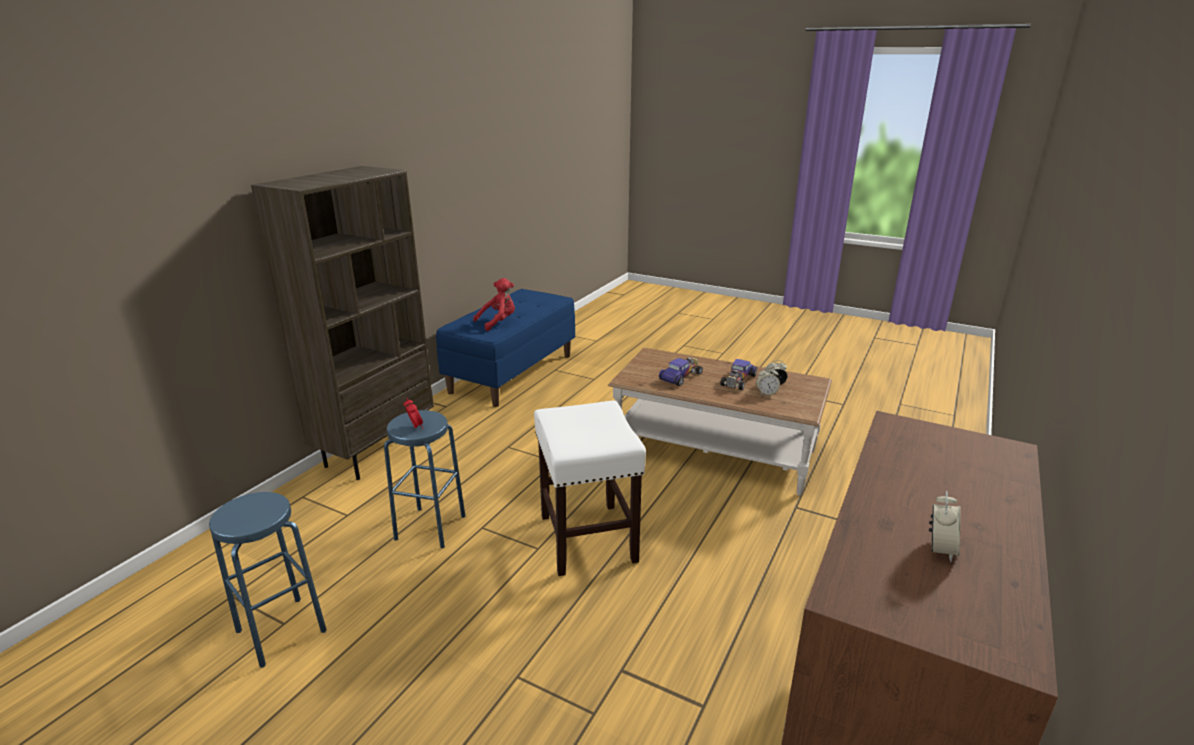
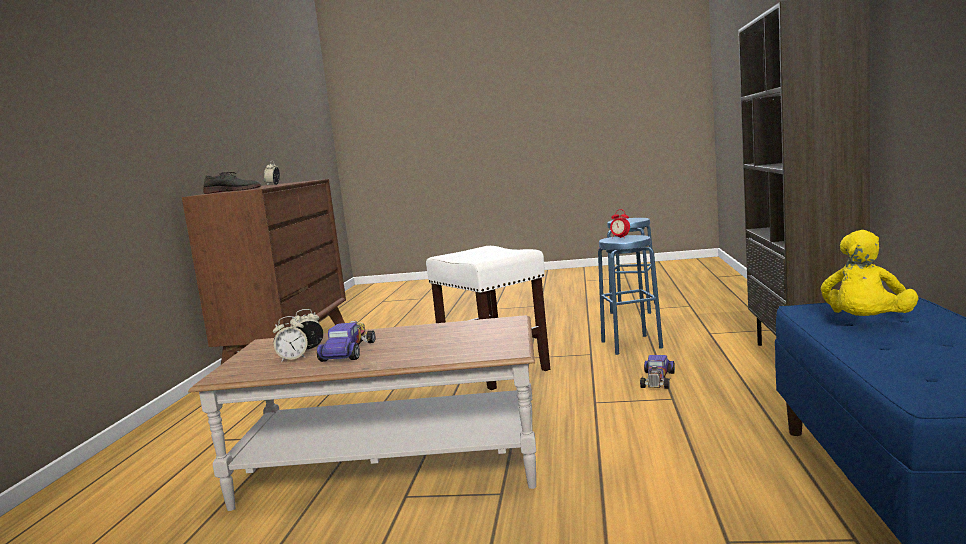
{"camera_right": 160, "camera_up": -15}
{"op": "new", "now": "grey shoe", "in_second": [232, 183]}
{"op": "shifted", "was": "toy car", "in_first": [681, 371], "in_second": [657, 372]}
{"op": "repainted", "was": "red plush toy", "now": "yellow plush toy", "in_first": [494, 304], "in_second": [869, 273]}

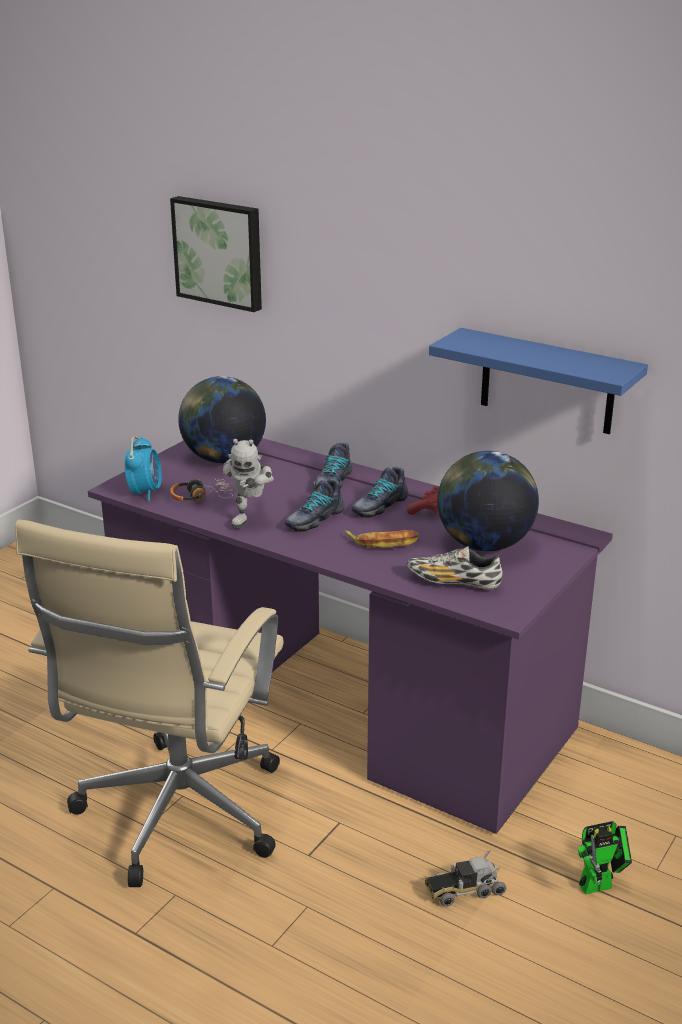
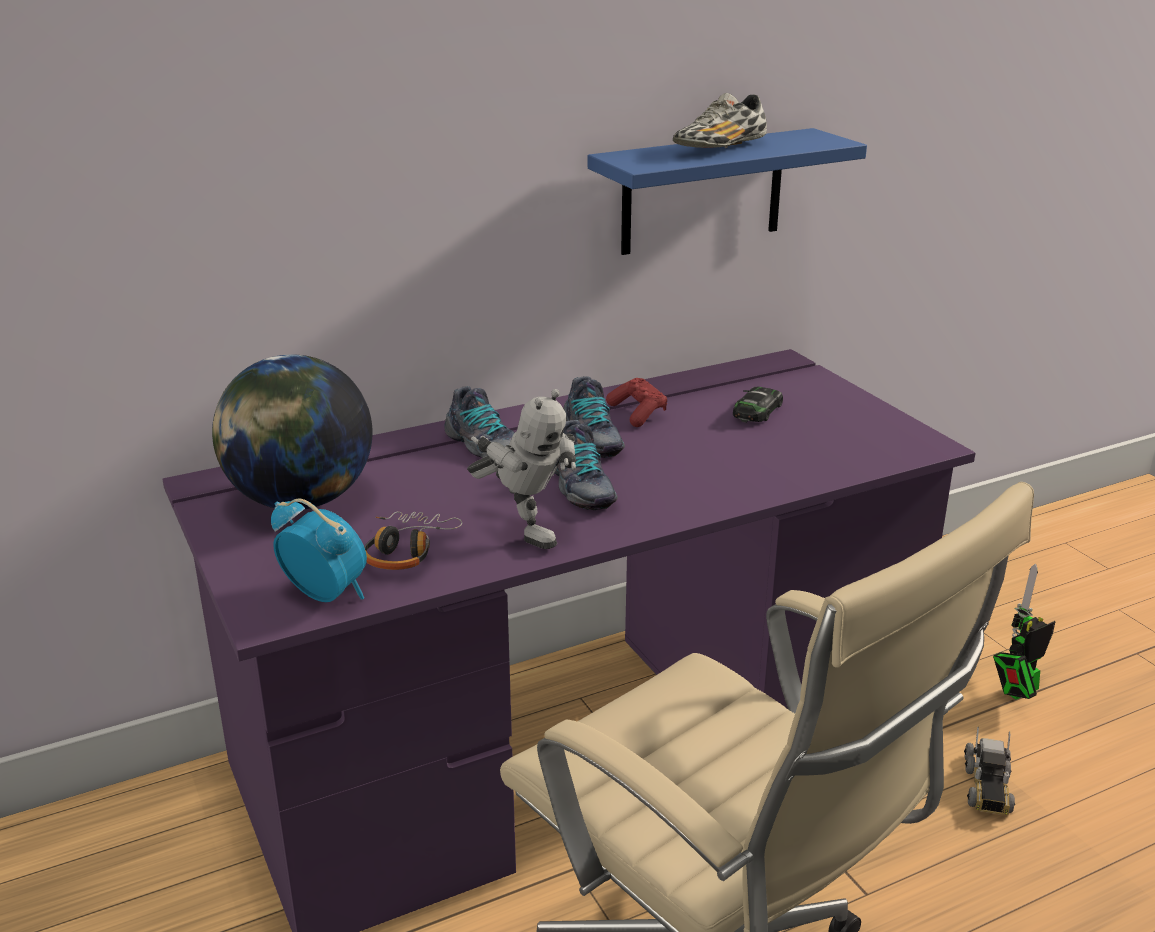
{"camera_right": -60, "camera_up": 0}
{"op": "gone", "was": "picture", "in_first": [216, 254]}
{"op": "gone", "was": "banana", "in_first": [382, 539]}
{"op": "shifted", "was": "shoe", "in_first": [455, 567], "in_second": [720, 120]}
{"op": "swapped", "was": "globe", "now": "toy car", "in_first": [488, 501], "in_second": [758, 405]}
{"op": "rotated", "was": "toy robot", "in_first": [605, 857], "in_second": [1024, 632], "clockwise": -135}

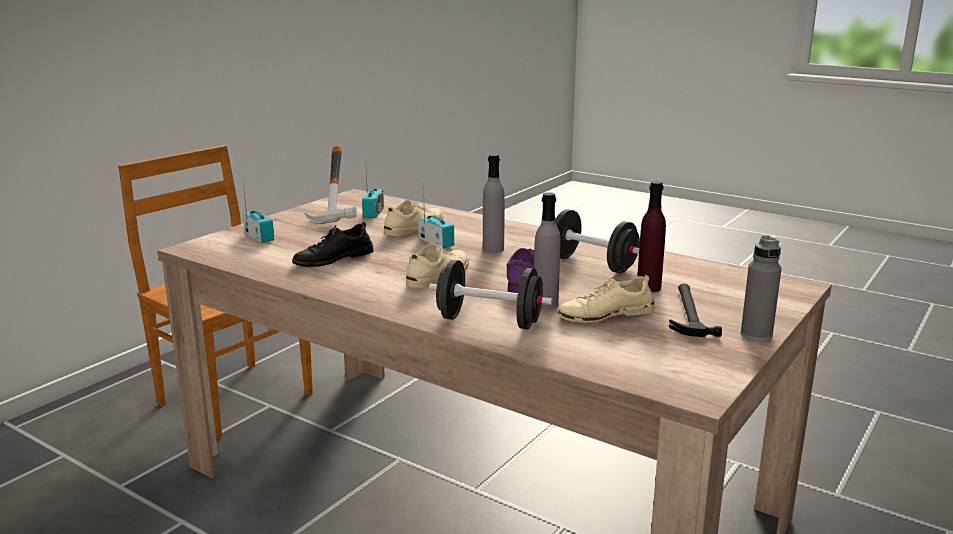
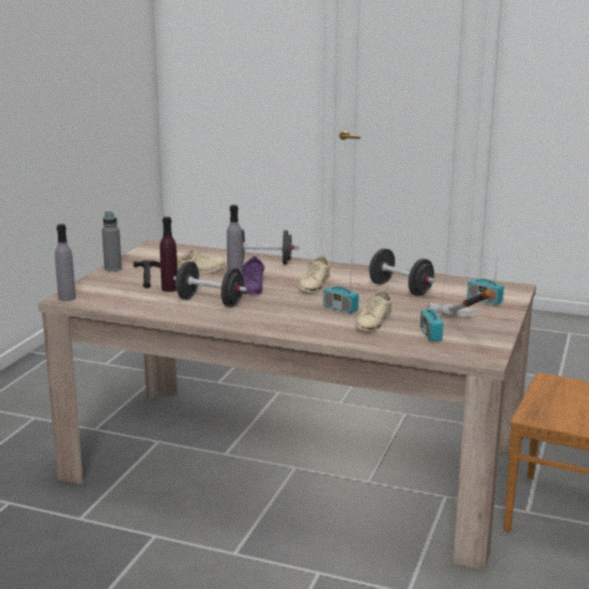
{"camera_right": 165, "camera_up": 0}
{"op": "shifted", "was": "grey bottle", "in_first": [494, 203], "in_second": [65, 262]}
{"op": "swapped", "was": "black shoe", "now": "black dumbbell", "in_first": [333, 244], "in_second": [402, 272]}

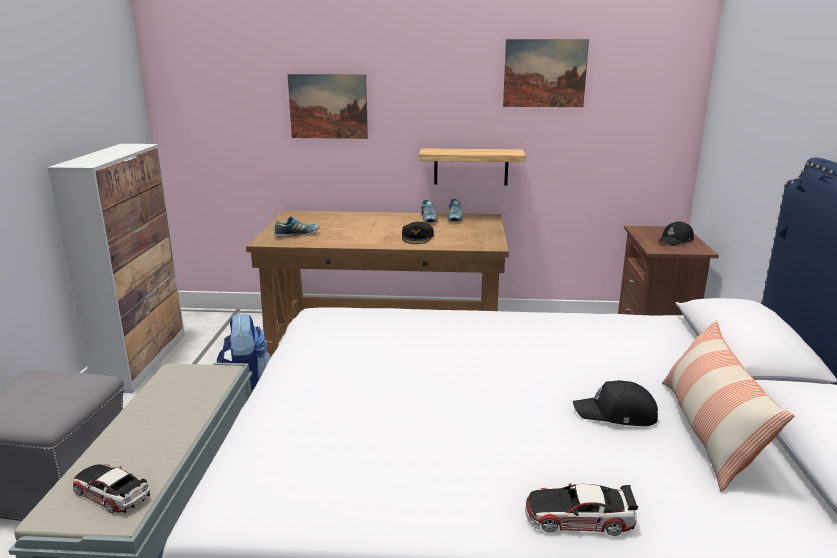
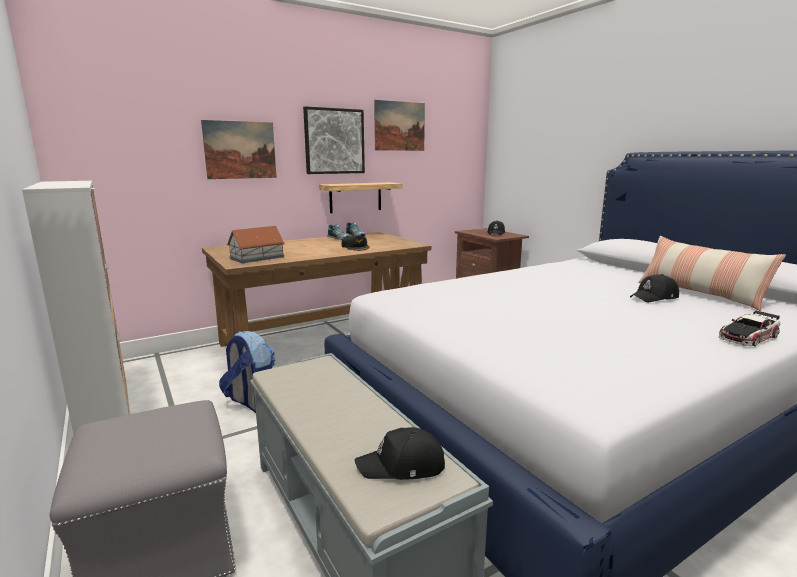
{"camera_right": -35, "camera_up": -5}
{"op": "new", "now": "picture", "in_second": [334, 140]}
{"op": "swapped", "was": "toy car", "now": "black cap", "in_first": [111, 488], "in_second": [400, 453]}
{"op": "swapped", "was": "shoe", "now": "toy house", "in_first": [296, 226], "in_second": [256, 244]}

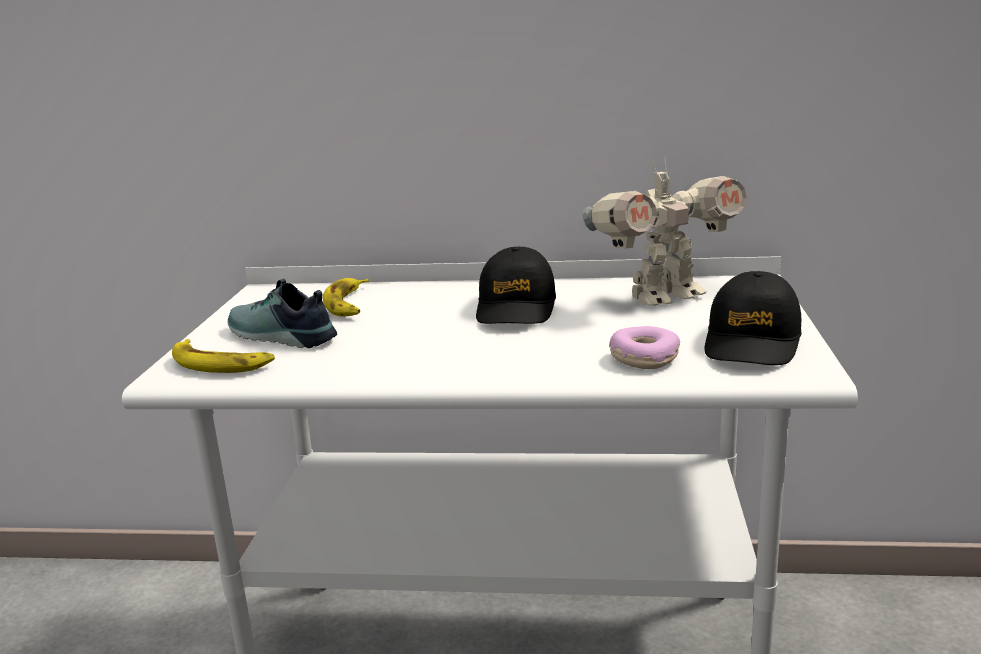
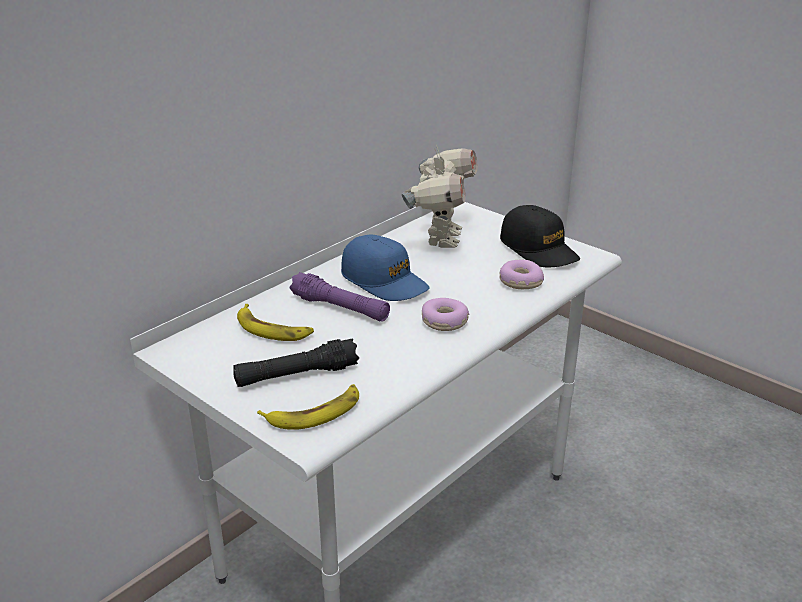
{"camera_right": -55, "camera_up": 10}
{"op": "new", "now": "purple flashlight", "in_second": [339, 297]}
{"op": "new", "now": "donut", "in_second": [446, 314]}
{"op": "swapped", "was": "shoe", "now": "black flashlight", "in_first": [282, 313], "in_second": [296, 362]}
{"op": "repainted", "was": "black cap", "now": "blue cap", "in_first": [516, 285], "in_second": [385, 268]}

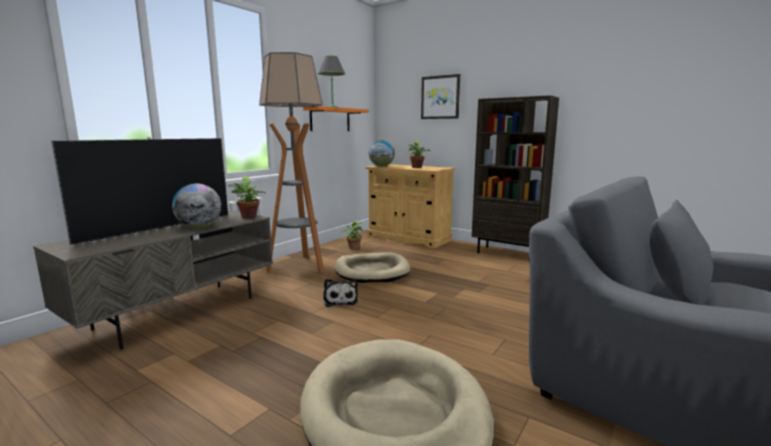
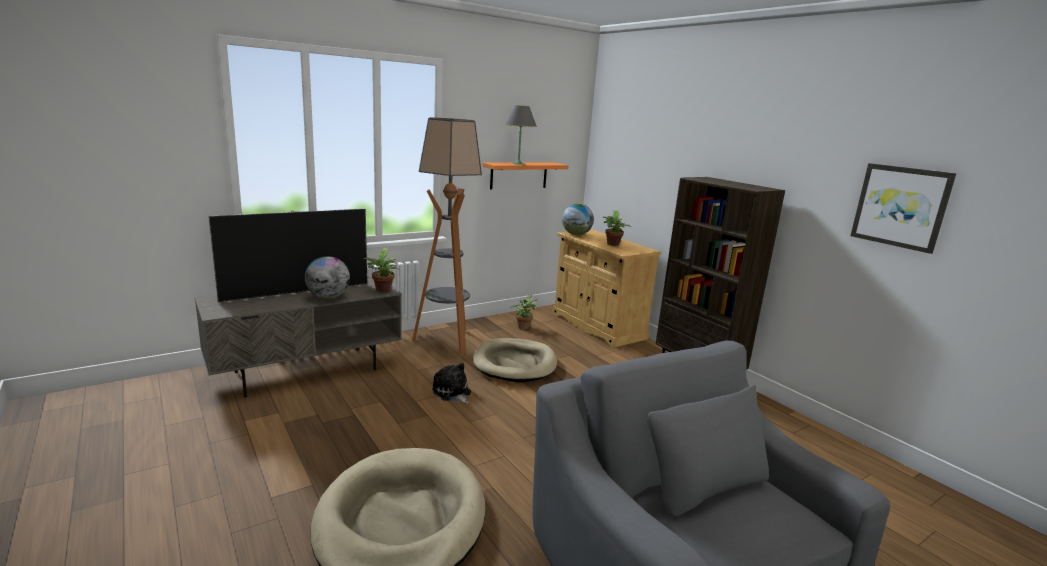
{"camera_right": 20, "camera_up": 5}
{"op": "shifted", "was": "picture", "in_first": [440, 96], "in_second": [903, 208]}
{"op": "rotated", "was": "plush toy", "in_first": [340, 293], "in_second": [452, 383], "clockwise": 135}

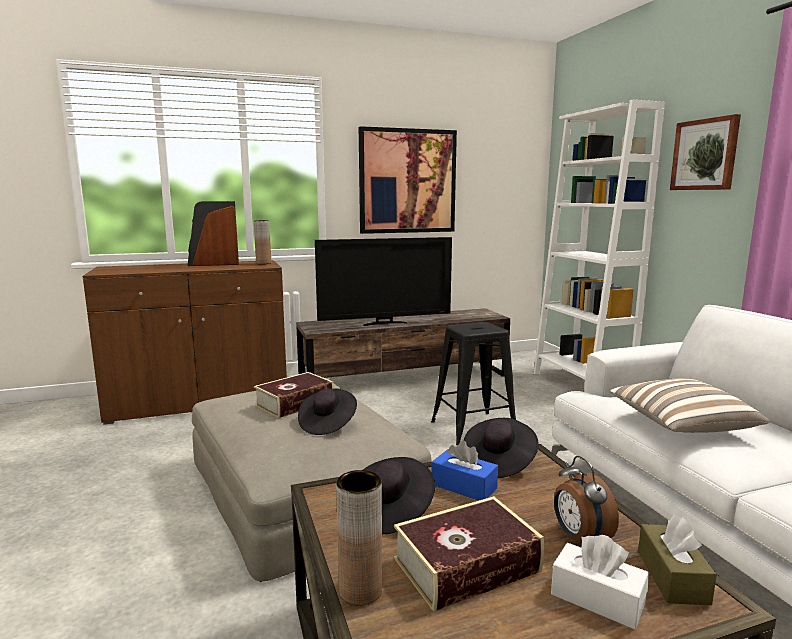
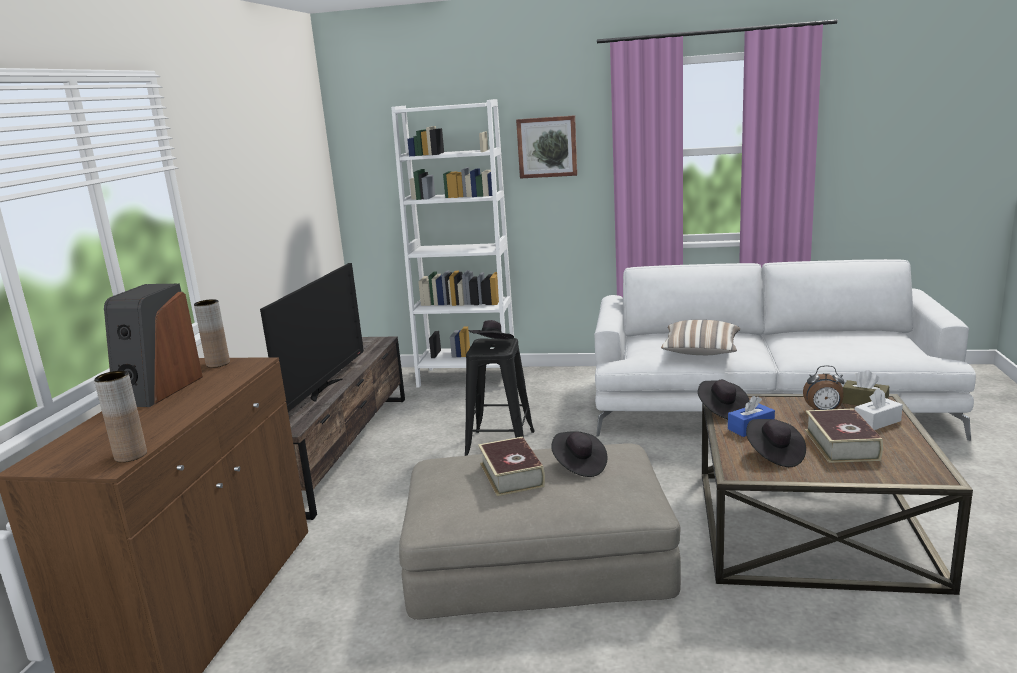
{"camera_right": -60, "camera_up": 5}
{"op": "gone", "was": "picture", "in_first": [408, 180]}
{"op": "new", "now": "black hat", "in_second": [491, 330]}
{"op": "shifted", "was": "brown vase", "in_first": [359, 538], "in_second": [120, 416]}

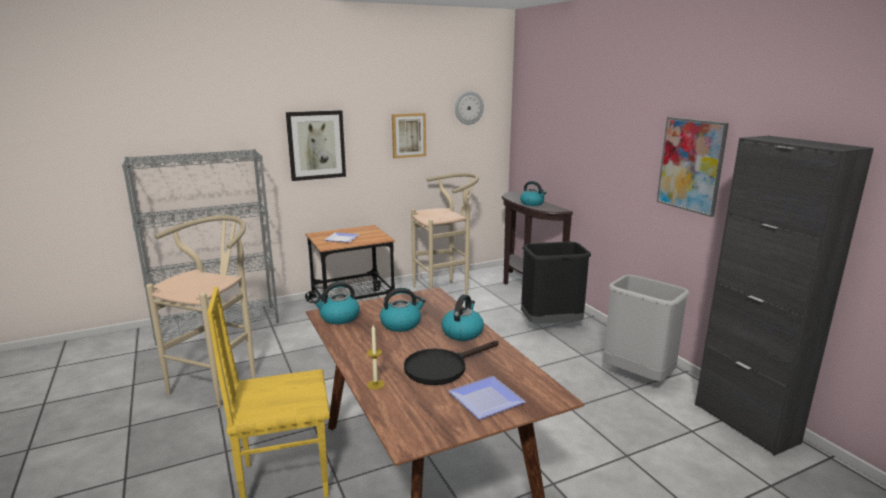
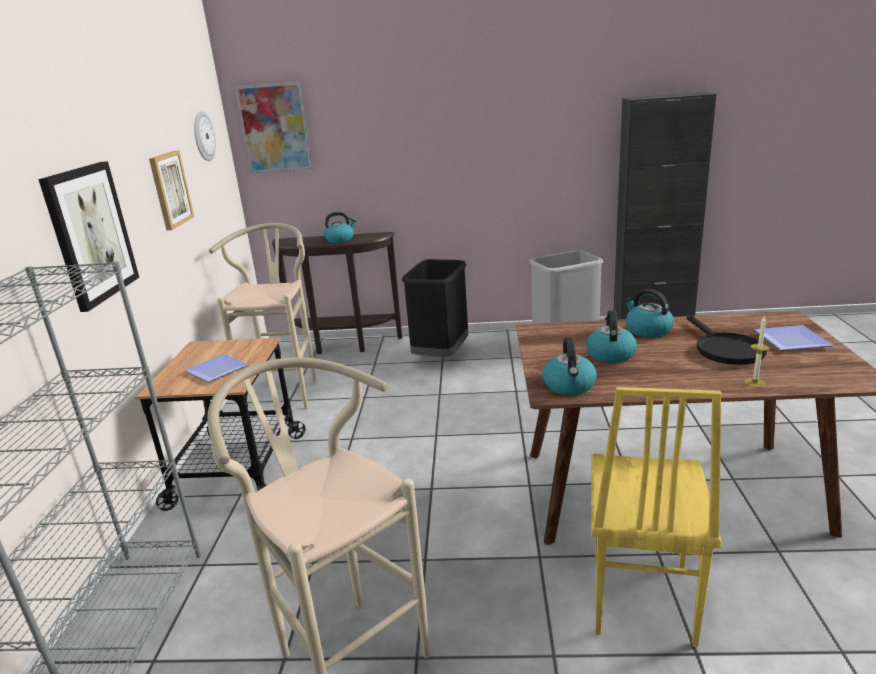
{"camera_right": -60, "camera_up": 5}
{"op": "shifted", "was": "picture", "in_first": [693, 167], "in_second": [274, 127]}

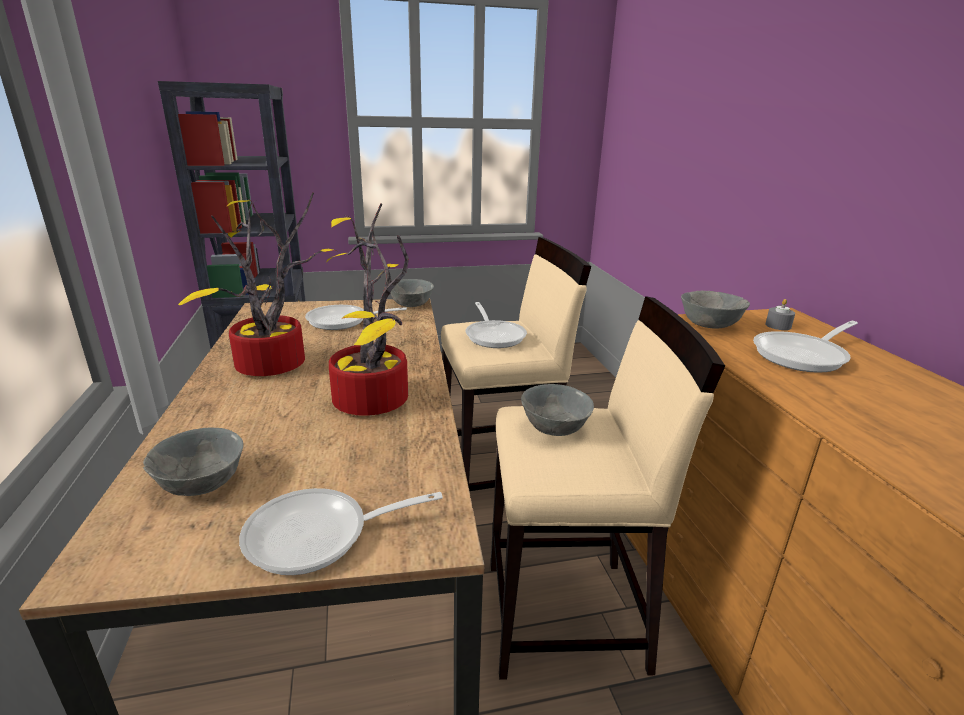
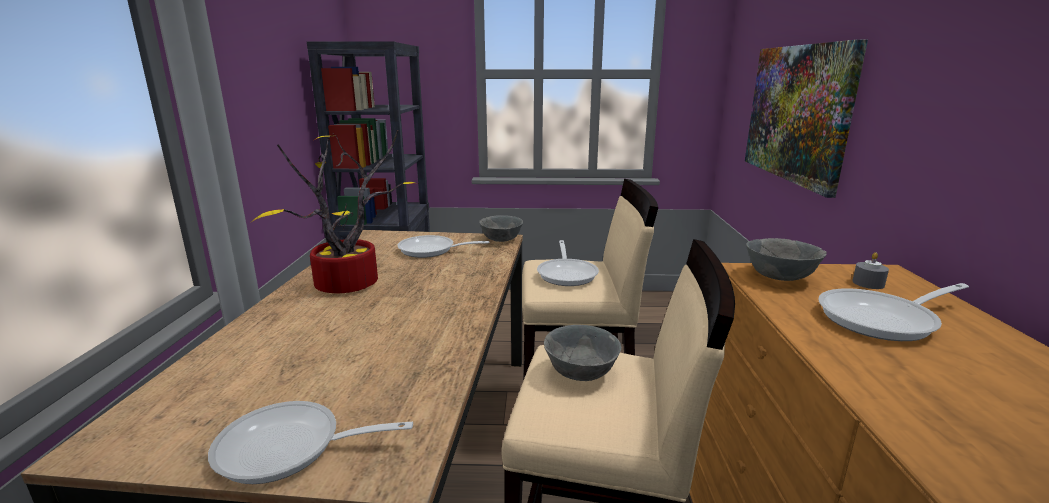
{"camera_right": 15, "camera_up": -5}
{"op": "gone", "was": "grey bowl", "in_first": [193, 461]}
{"op": "gone", "was": "potted plant", "in_first": [367, 309]}
{"op": "new", "now": "picture", "in_second": [806, 118]}

